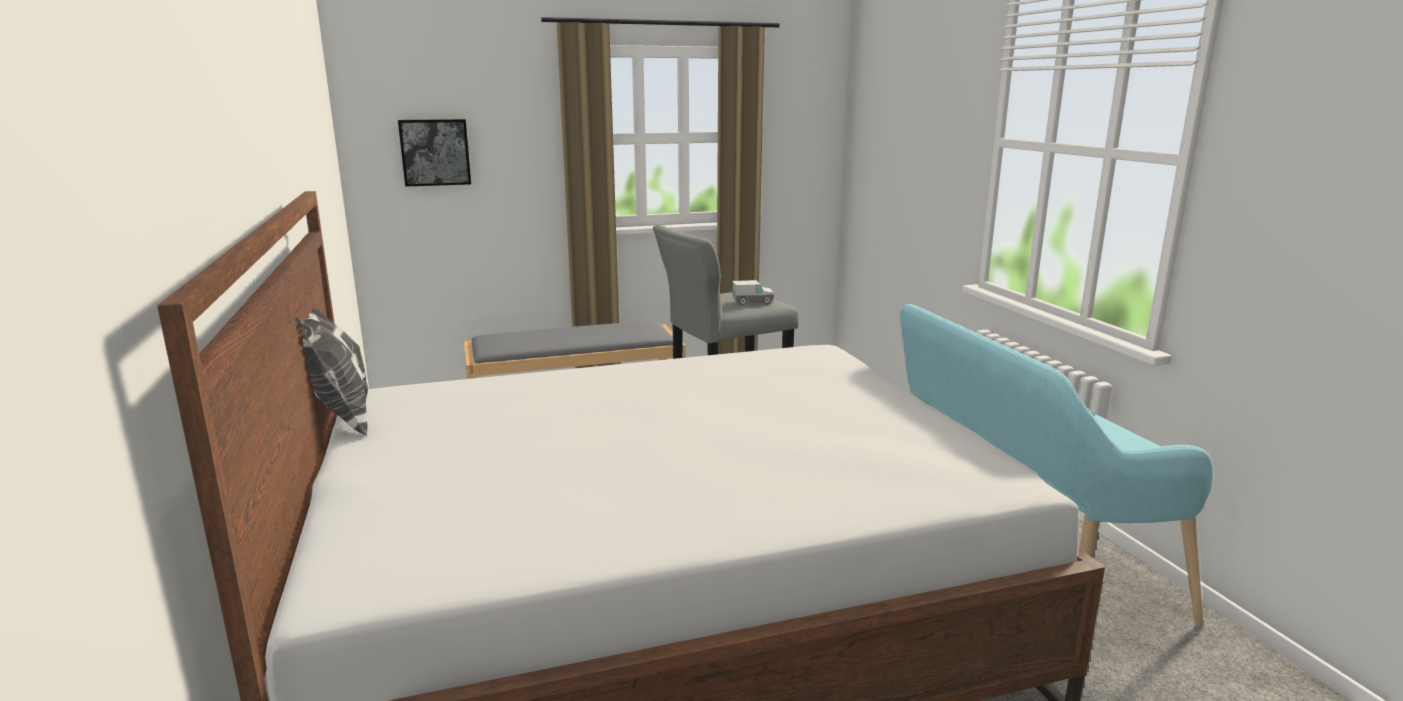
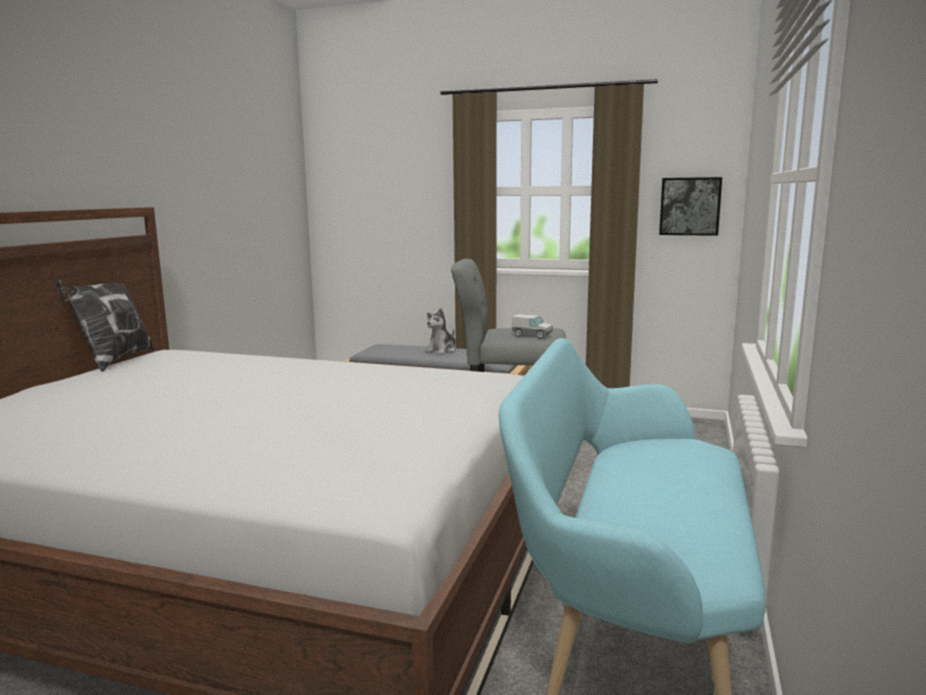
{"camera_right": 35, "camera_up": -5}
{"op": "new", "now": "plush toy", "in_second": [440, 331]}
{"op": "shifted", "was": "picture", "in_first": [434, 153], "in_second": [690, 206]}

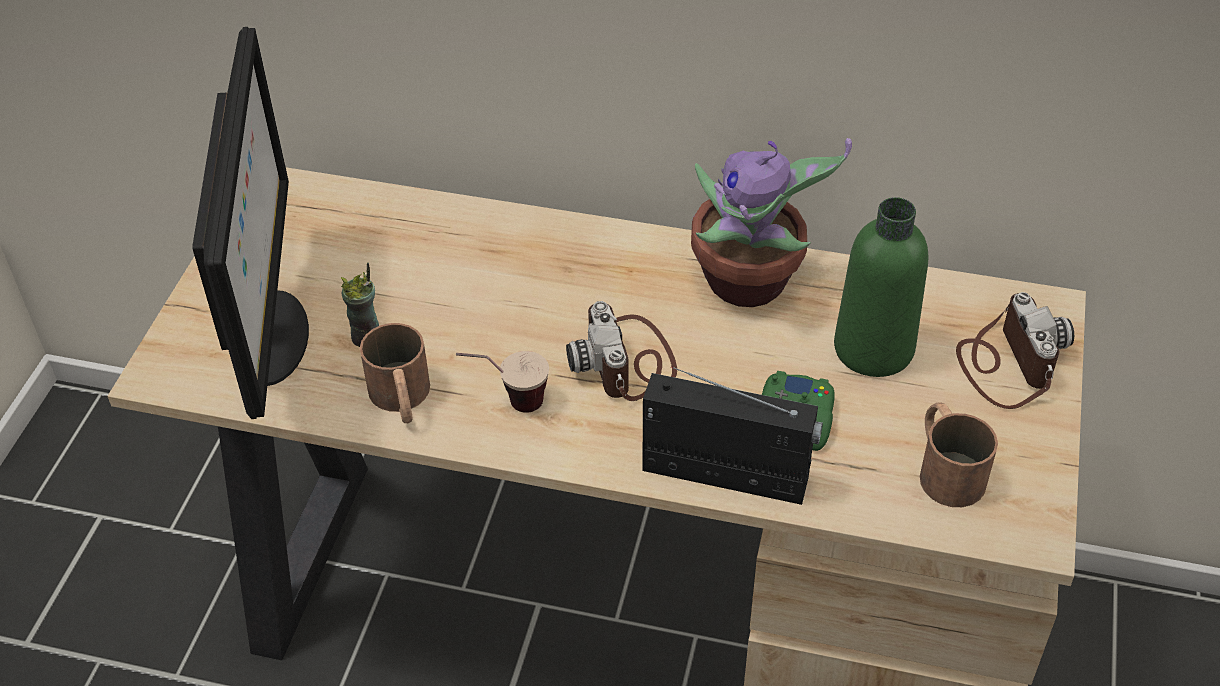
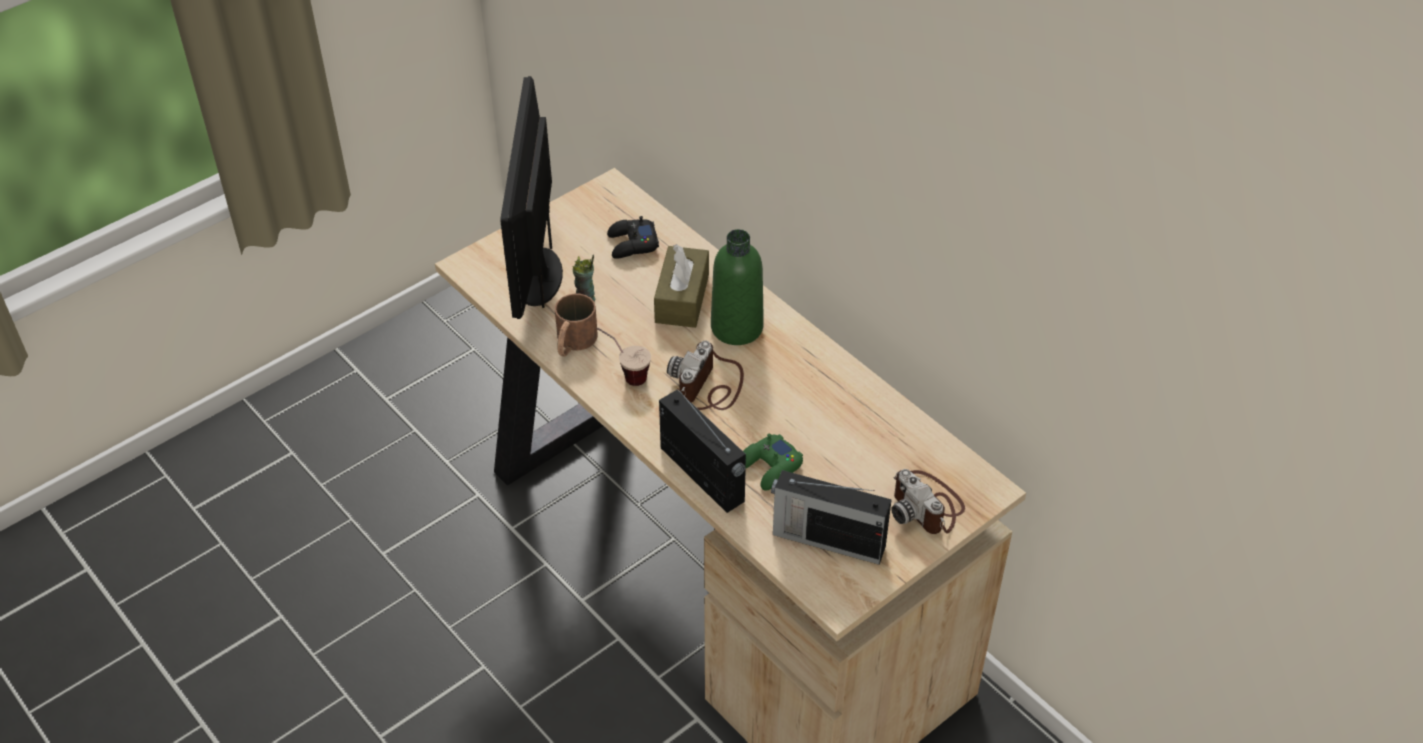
{"camera_right": 35, "camera_up": 0}
{"op": "gone", "was": "potted plant", "in_first": [771, 222]}
{"op": "new", "now": "black game controller", "in_second": [633, 237]}
{"op": "new", "now": "brown tissue box", "in_second": [681, 286]}
{"op": "shifted", "was": "green bottle", "in_first": [881, 287], "in_second": [737, 287]}
{"op": "swapped", "was": "brown mug", "now": "radio", "in_first": [959, 455], "in_second": [831, 517]}
{"op": "rotated", "was": "monitor", "in_first": [250, 223], "in_second": [531, 197], "clockwise": 150}
{"op": "rotated", "was": "photo camera", "in_first": [1015, 350], "in_second": [928, 501], "clockwise": 120}

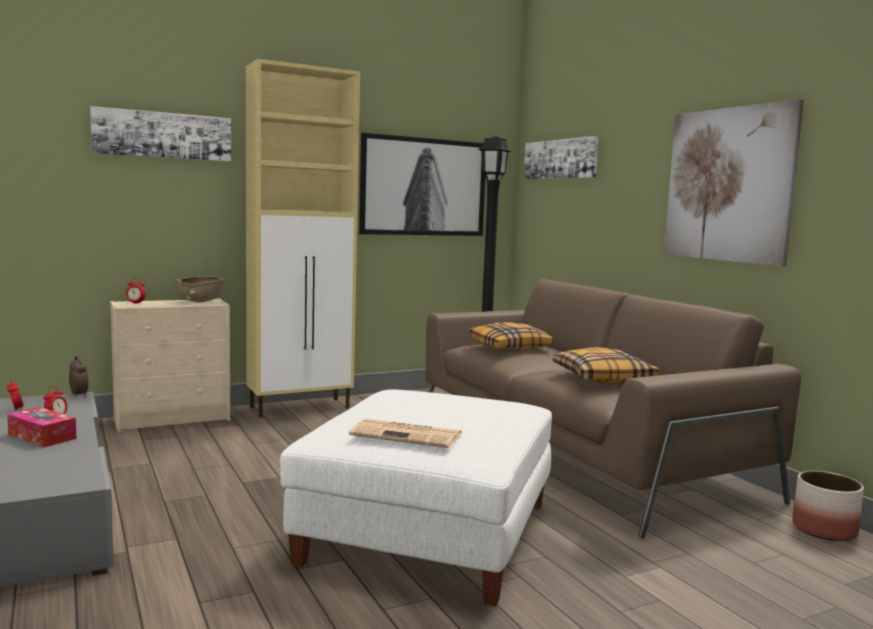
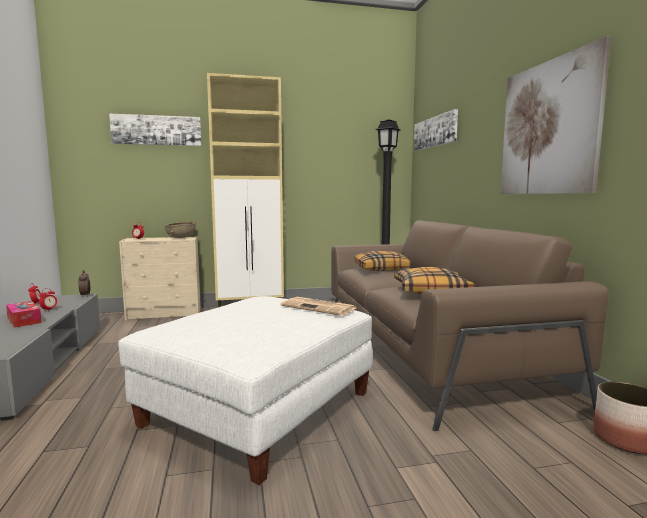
{"camera_right": 15, "camera_up": 0}
{"op": "gone", "was": "picture", "in_first": [422, 184]}
{"op": "shifted", "was": "newspaper", "in_first": [405, 433], "in_second": [318, 306]}

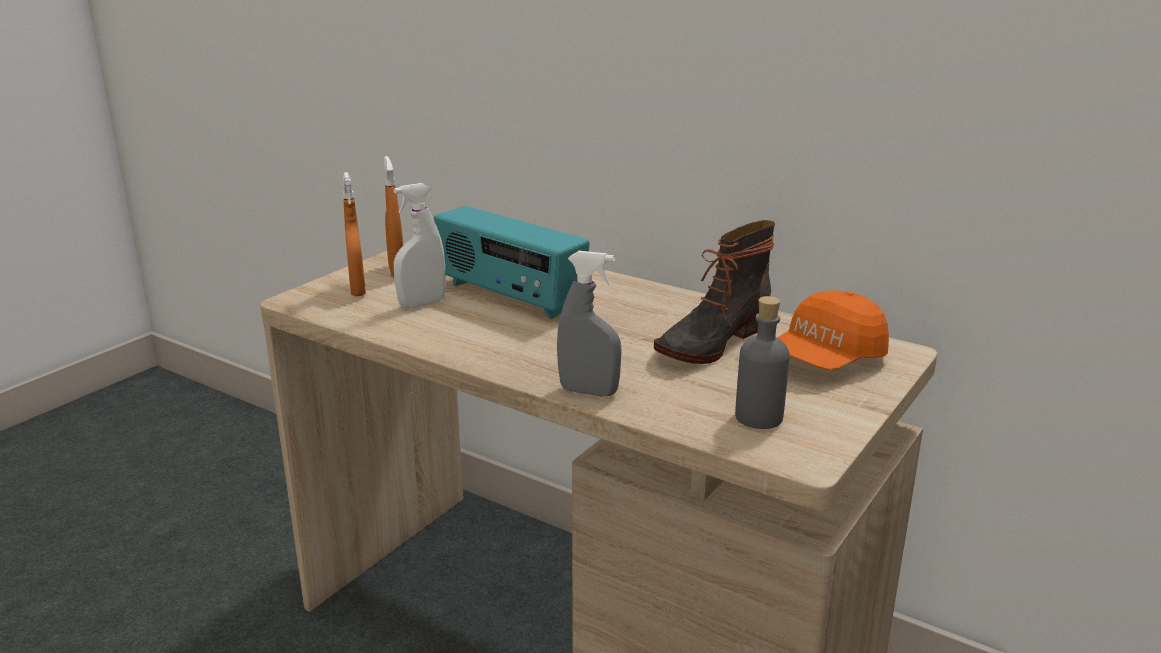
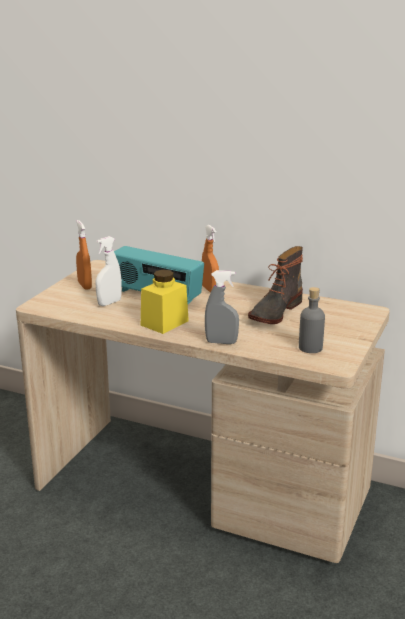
{"camera_right": -10, "camera_up": 0}
{"op": "gone", "was": "orange cap", "in_first": [833, 330]}
{"op": "new", "now": "yellow jar", "in_second": [165, 302]}
{"op": "shifted", "was": "orange spray bottle", "in_first": [354, 234], "in_second": [210, 258]}

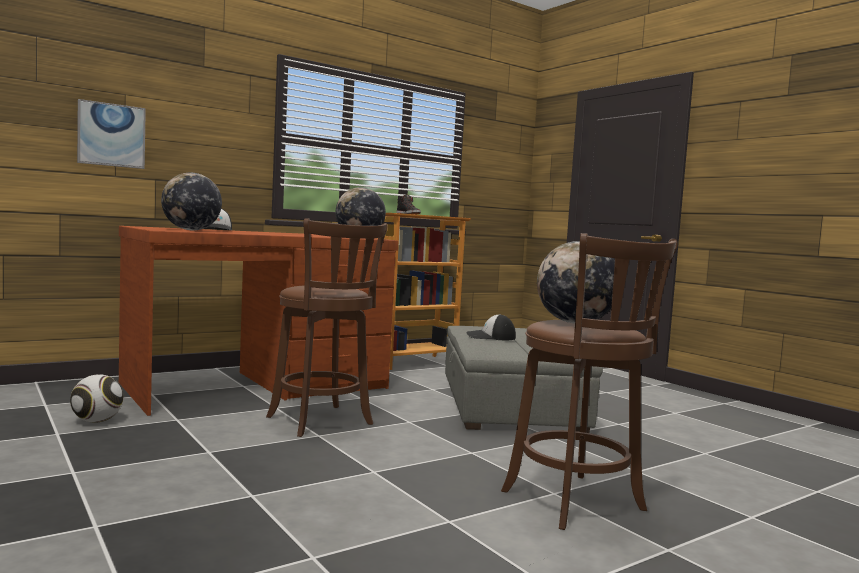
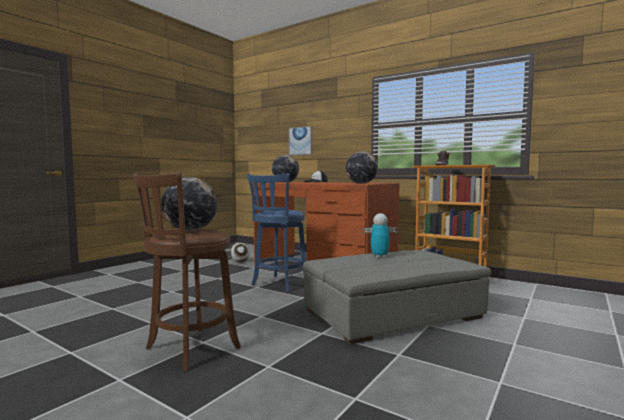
{"camera_right": 70, "camera_up": 0}
{"op": "swapped", "was": "cap", "now": "toy robot", "in_first": [491, 327], "in_second": [380, 235]}
{"op": "repainted", "was": "brown stool", "now": "blue stool", "in_first": [327, 327], "in_second": [276, 232]}

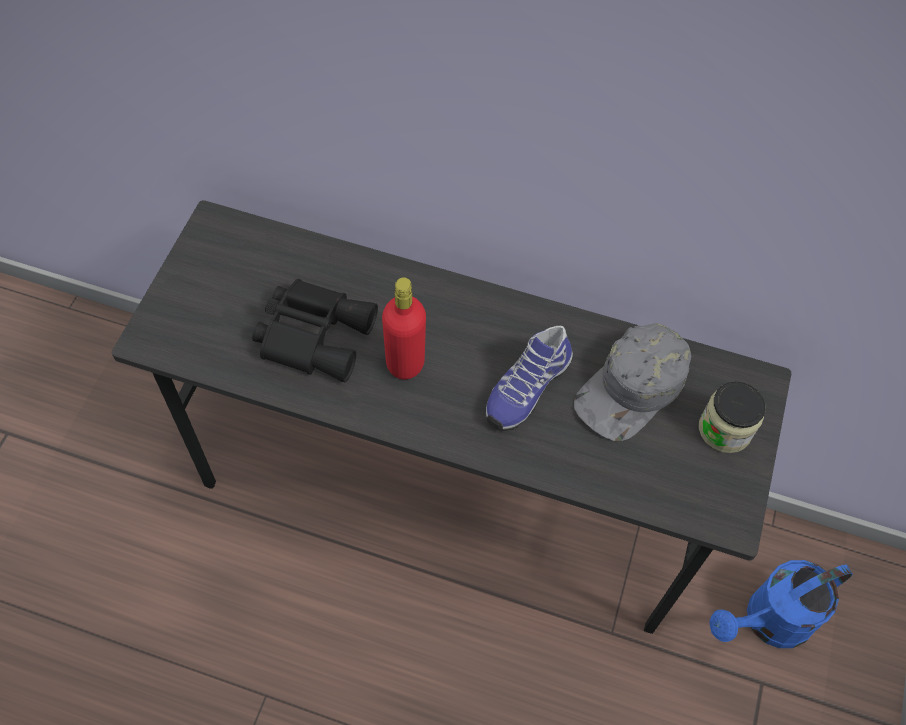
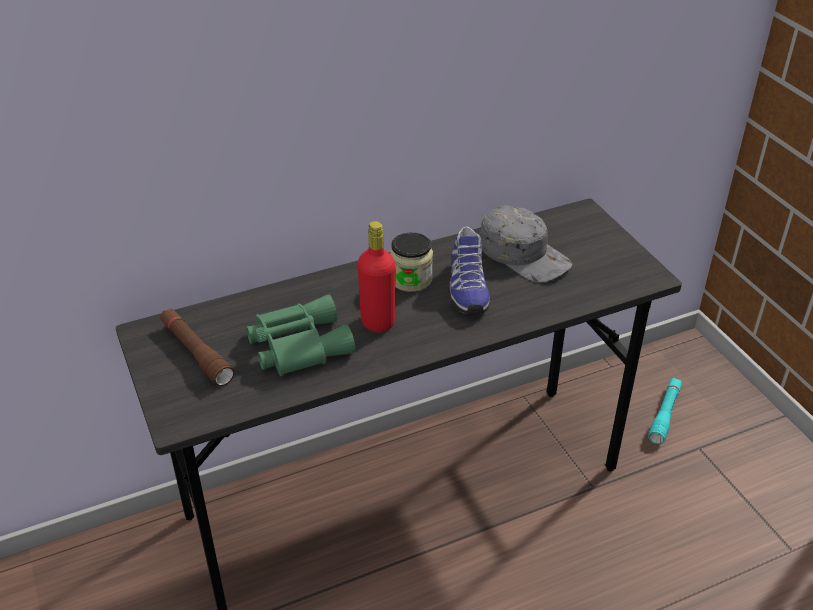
{"camera_right": -40, "camera_up": -20}
{"op": "new", "now": "brown flashlight", "in_second": [197, 347]}
{"op": "shifted", "was": "jar", "in_first": [732, 417], "in_second": [411, 262]}
{"op": "swapped", "was": "blue watering can", "now": "turquoise flashlight", "in_first": [781, 604], "in_second": [665, 411]}
{"op": "repainted", "was": "black binoculars", "now": "green binoculars", "in_first": [315, 330], "in_second": [300, 335]}
{"op": "rotated", "was": "grey cap", "in_first": [632, 382], "in_second": [526, 244], "clockwise": -45}

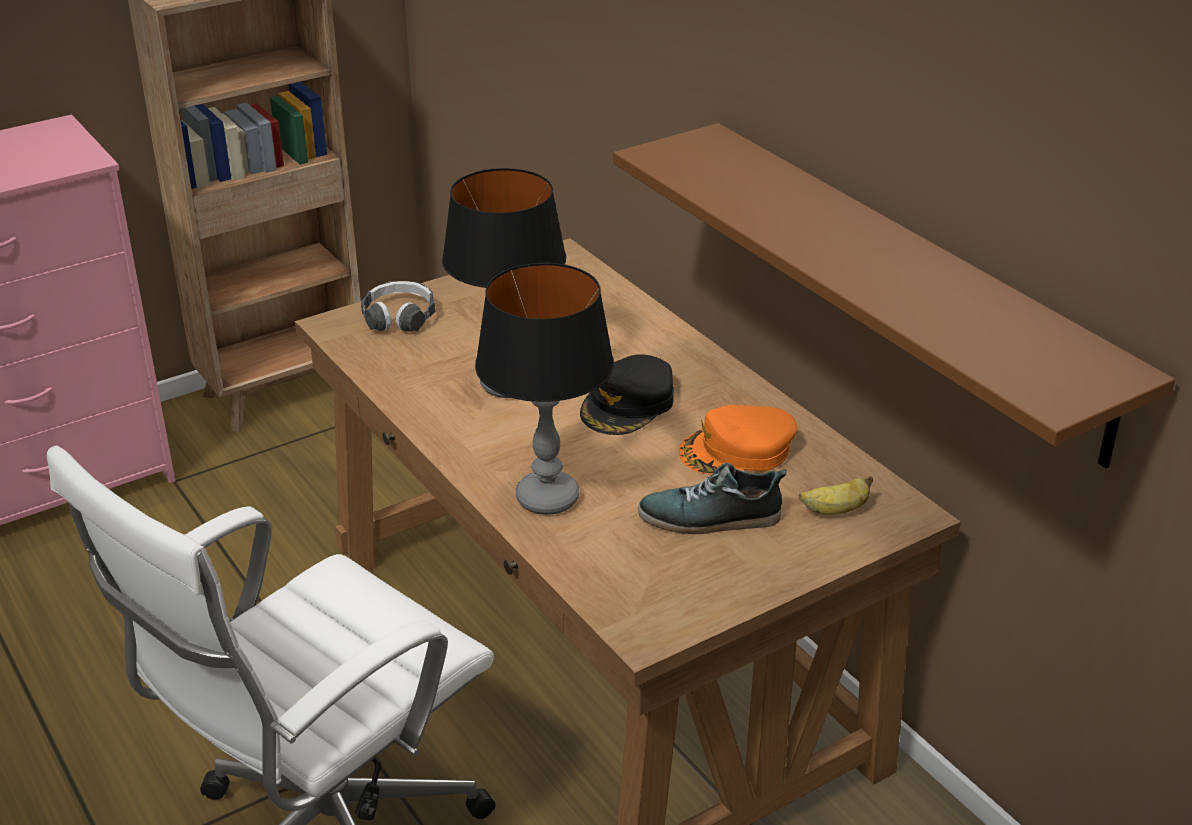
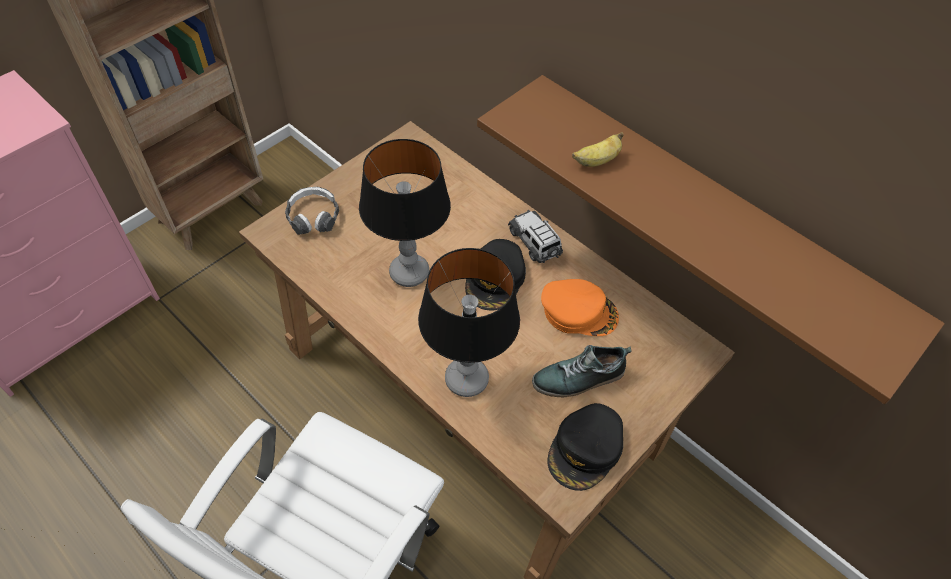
{"camera_right": -15, "camera_up": 20}
{"op": "new", "now": "toy car", "in_second": [535, 236]}
{"op": "new", "now": "black cap", "in_second": [585, 447]}
{"op": "shifted", "was": "banana", "in_first": [836, 495], "in_second": [598, 149]}
{"op": "rotated", "was": "orange cap", "in_first": [738, 439], "in_second": [580, 307], "clockwise": -135}

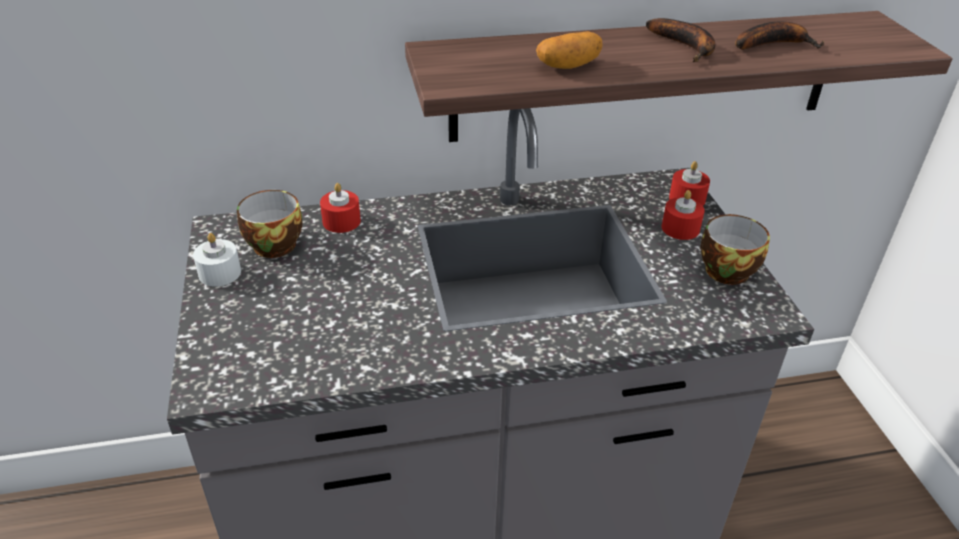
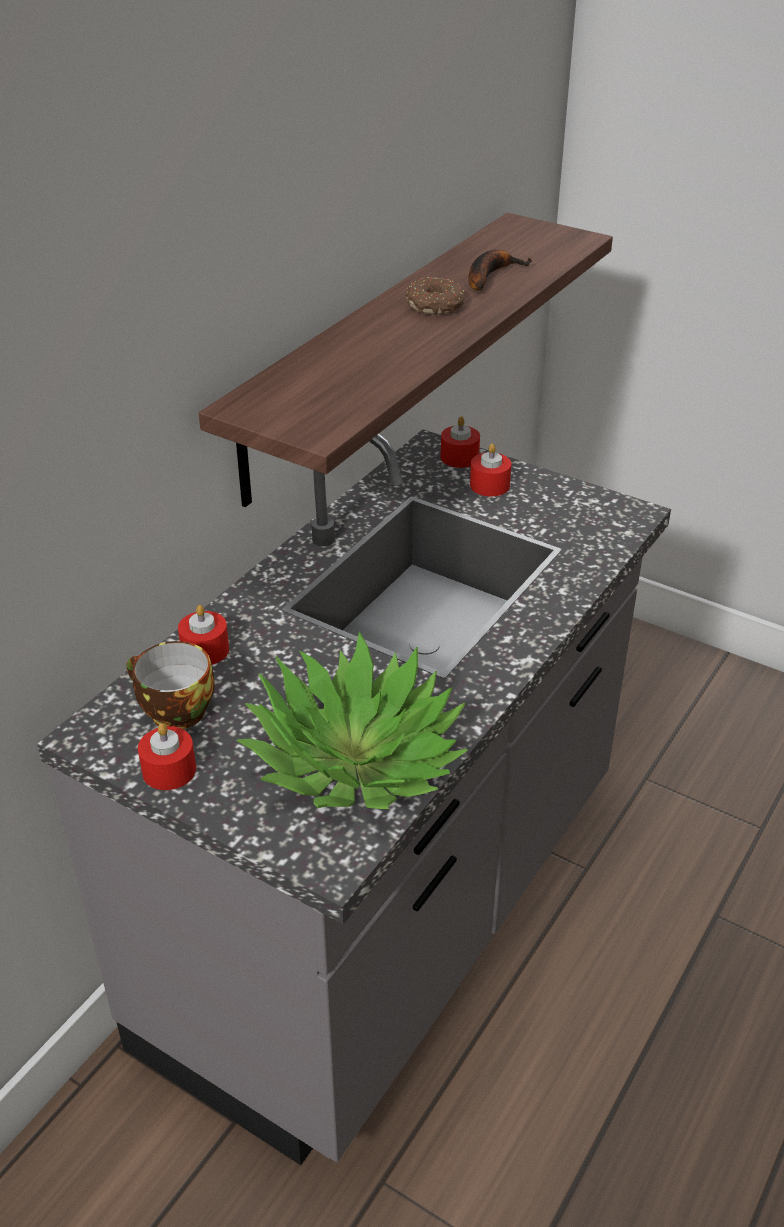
{"camera_right": -45, "camera_up": 0}
{"op": "gone", "was": "potato", "in_first": [569, 50]}
{"op": "gone", "was": "cup", "in_first": [735, 249]}
{"op": "new", "now": "potted plant", "in_second": [352, 720]}
{"op": "swapped", "was": "banana", "now": "donut", "in_first": [680, 40], "in_second": [435, 296]}
{"op": "repainted", "was": "white candle", "now": "red candle", "in_first": [217, 260], "in_second": [167, 756]}

